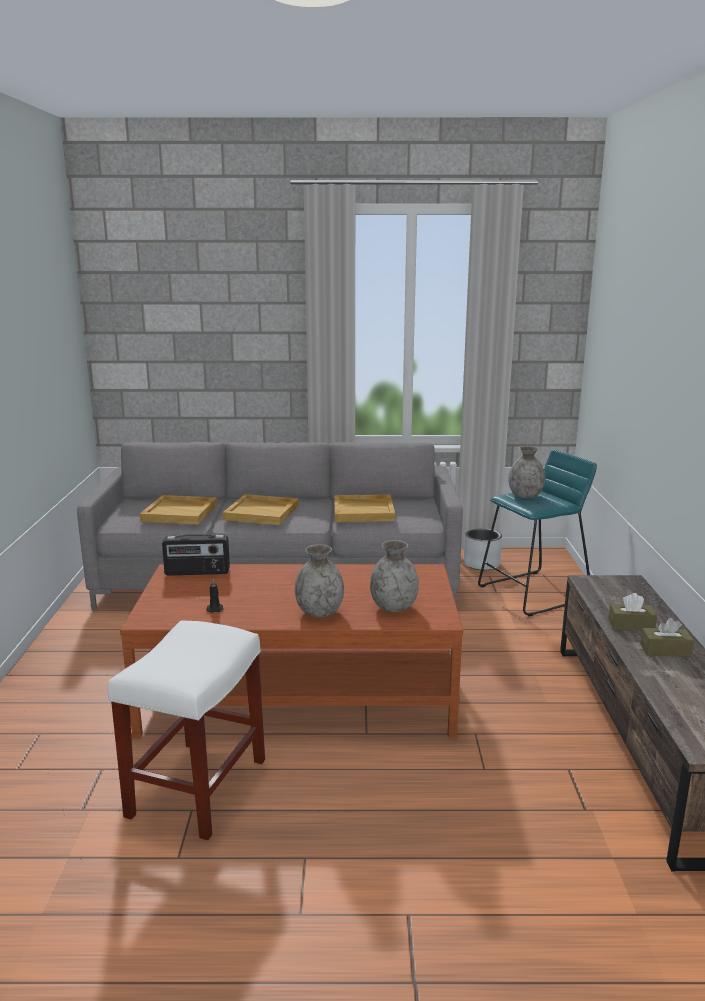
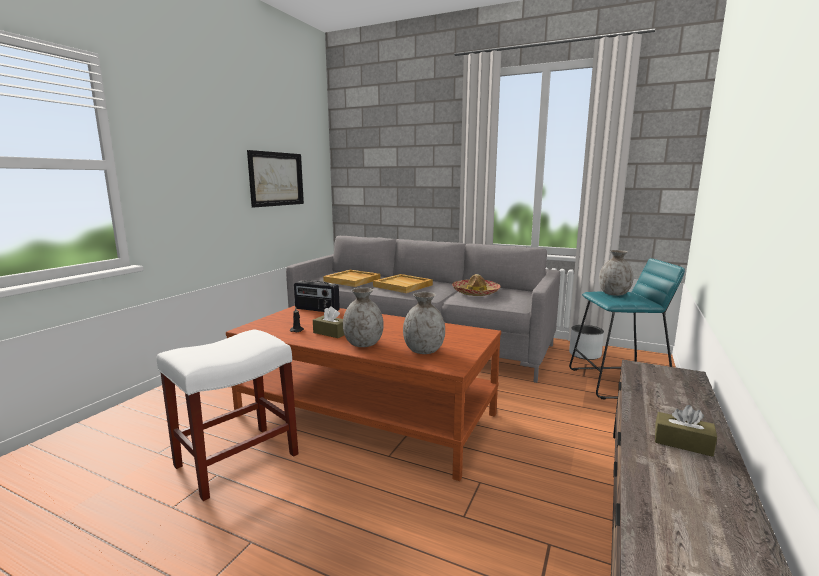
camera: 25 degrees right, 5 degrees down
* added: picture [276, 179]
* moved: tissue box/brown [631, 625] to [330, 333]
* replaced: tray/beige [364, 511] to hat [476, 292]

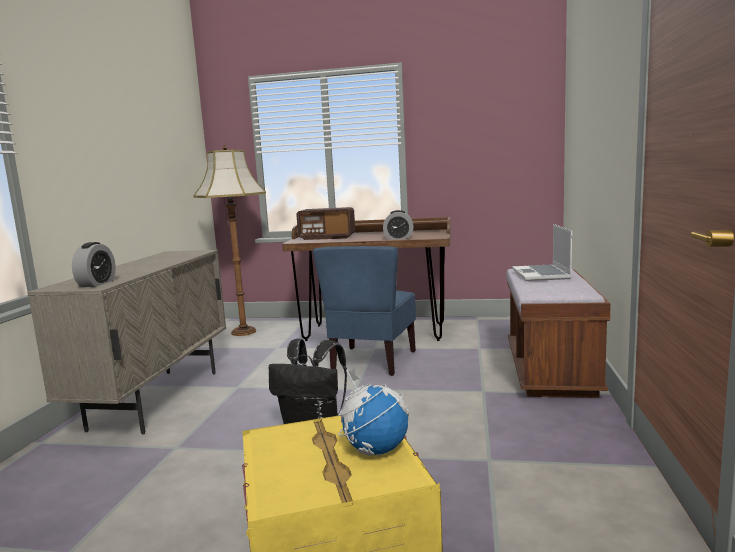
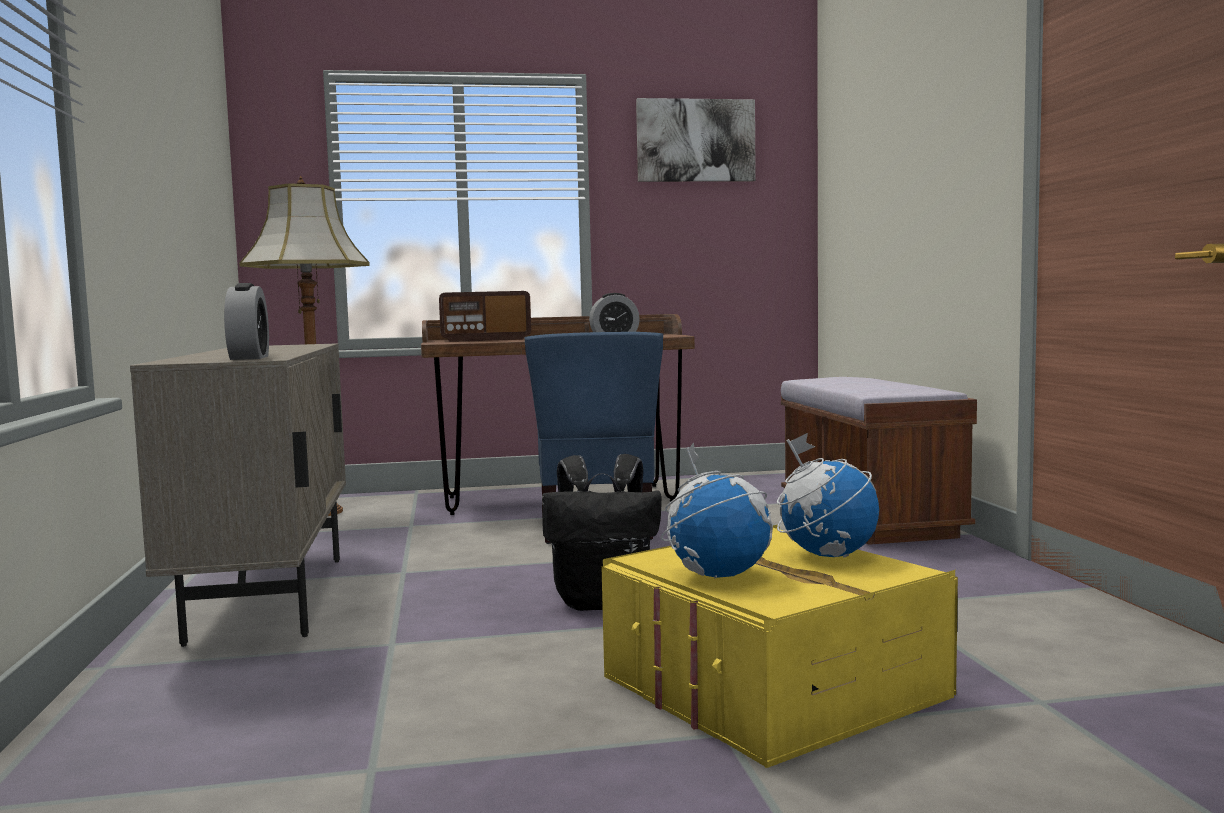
camera: 20 degrees left, 5 degrees down
* removed: laptop [542, 274]
* added: picture [695, 141]
* added: globe [718, 575]

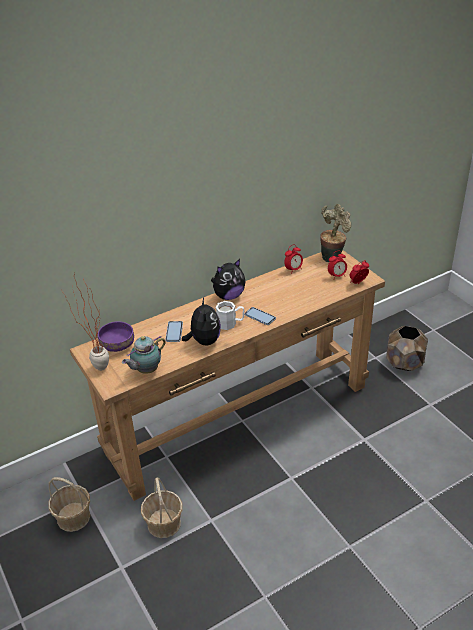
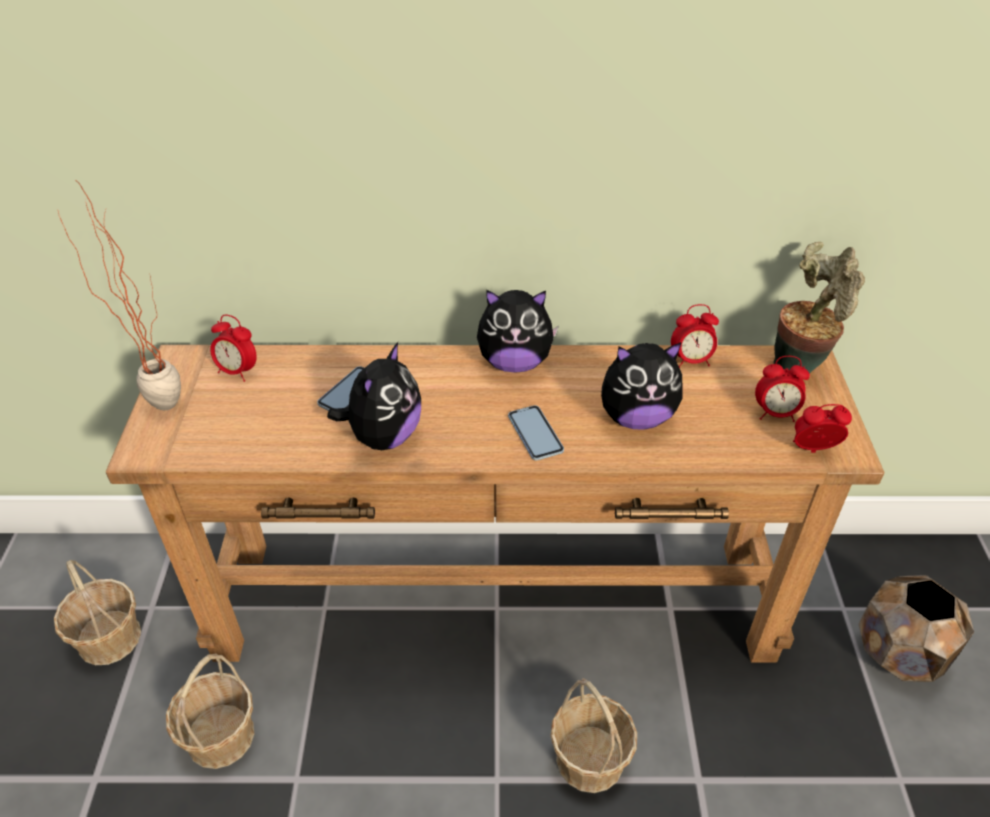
camera: 30 degrees right, 5 degrees up
* removed: teapot [146, 370]
* removed: mug/white [230, 323]
* added: basket [590, 758]
* added: plush toy [636, 417]
* replaced: bowl/purple [118, 344] to alarm clock [238, 371]

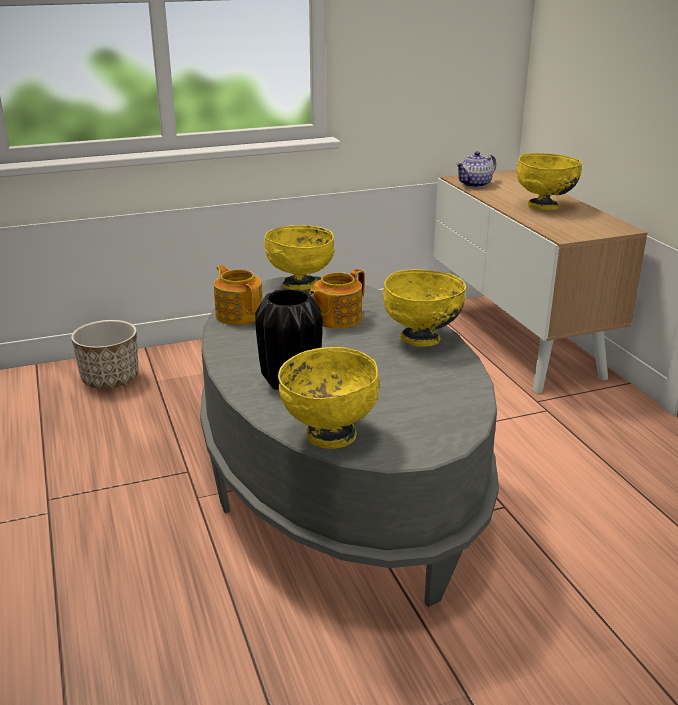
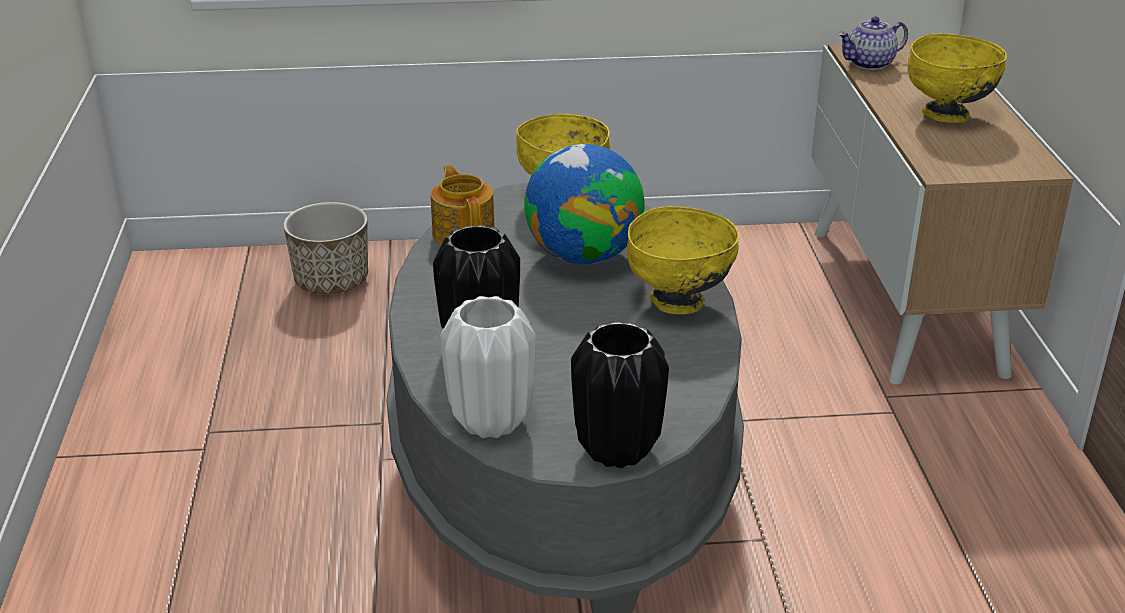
camera: 15 degrees right, 5 degrees up
* added: vase/black [616, 450]
* replaced: bowl/yellow [329, 435] to vase/white [491, 421]
* replaced: teapot [336, 319] to globe [584, 256]

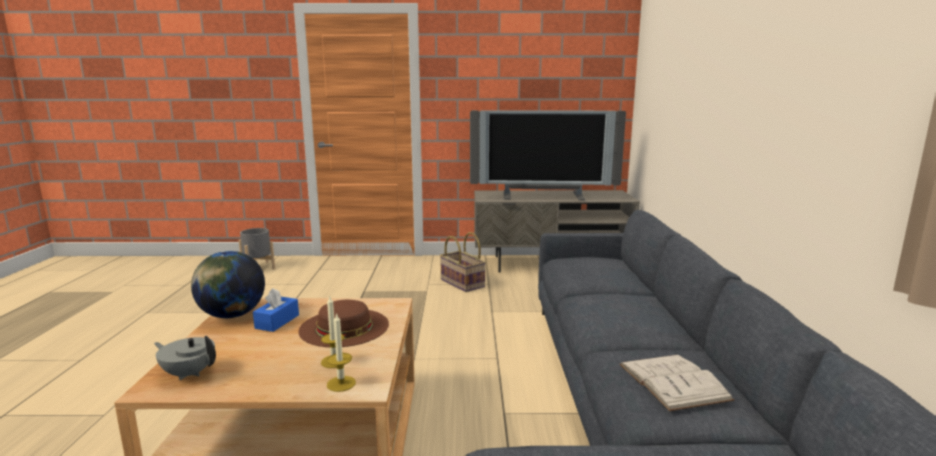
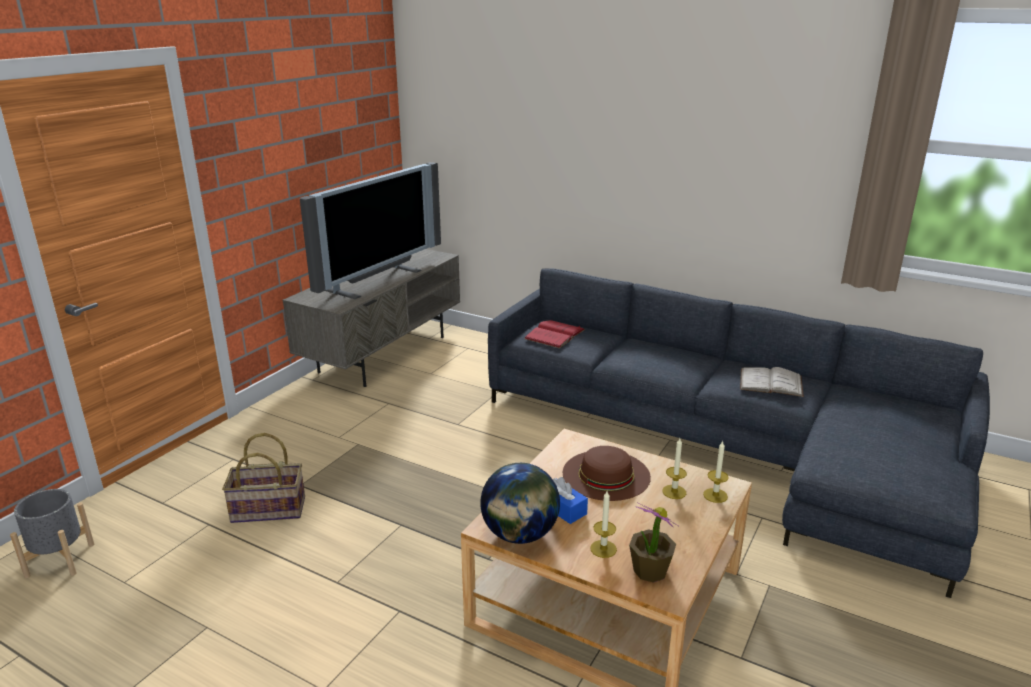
camera: 60 degrees left, 10 degrees up
* added: book/red [554, 334]
* added: candle [603, 549]
* moved: basket [461, 283] to [268, 510]
* replaced: teapot/grey [189, 373] to potted plant [649, 570]

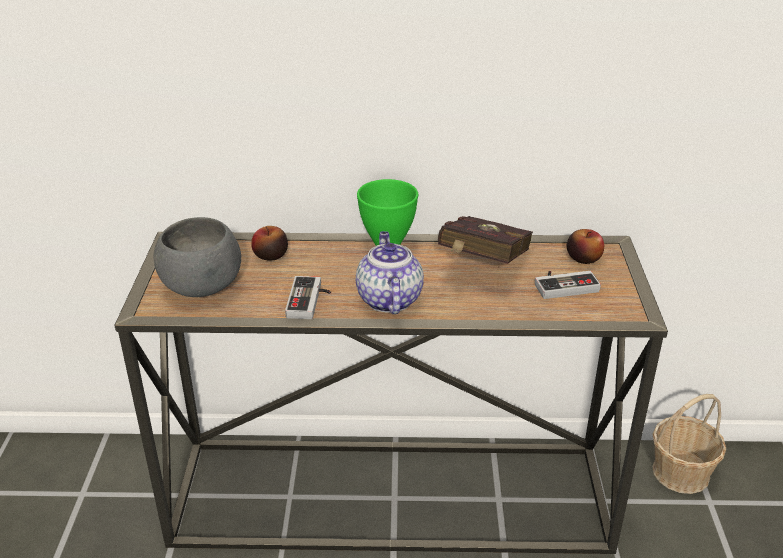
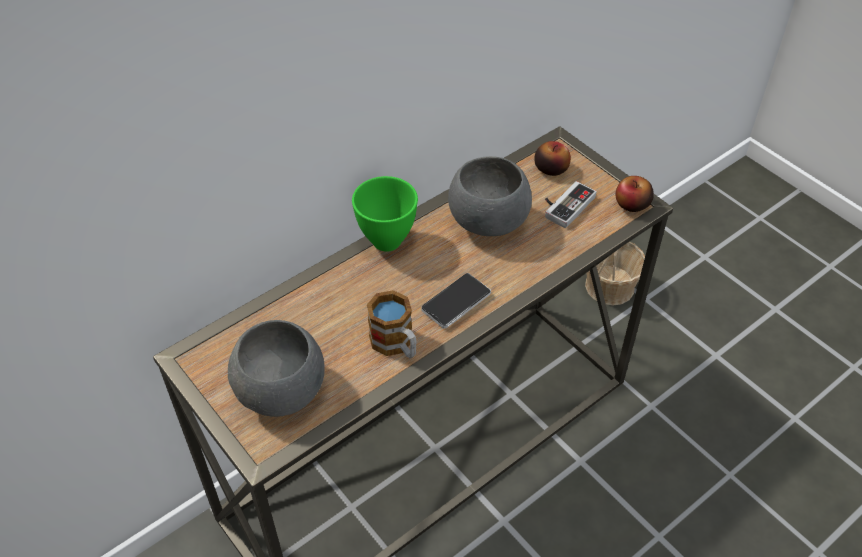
camera: 40 degrees left, 15 degrees up
* moved: apple [270, 255] to [632, 204]
* replaced: game controller [310, 301] to mug [396, 345]
* replaced: teapot [388, 299] to phone [456, 302]
* replaced: book/red [481, 265] to bowl/grey [488, 221]

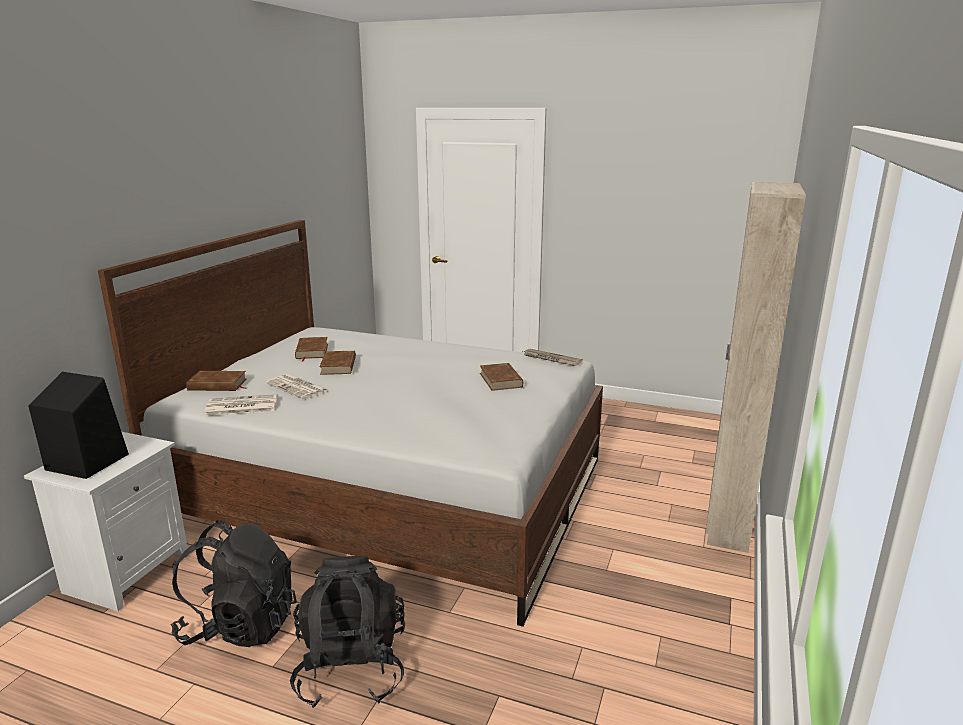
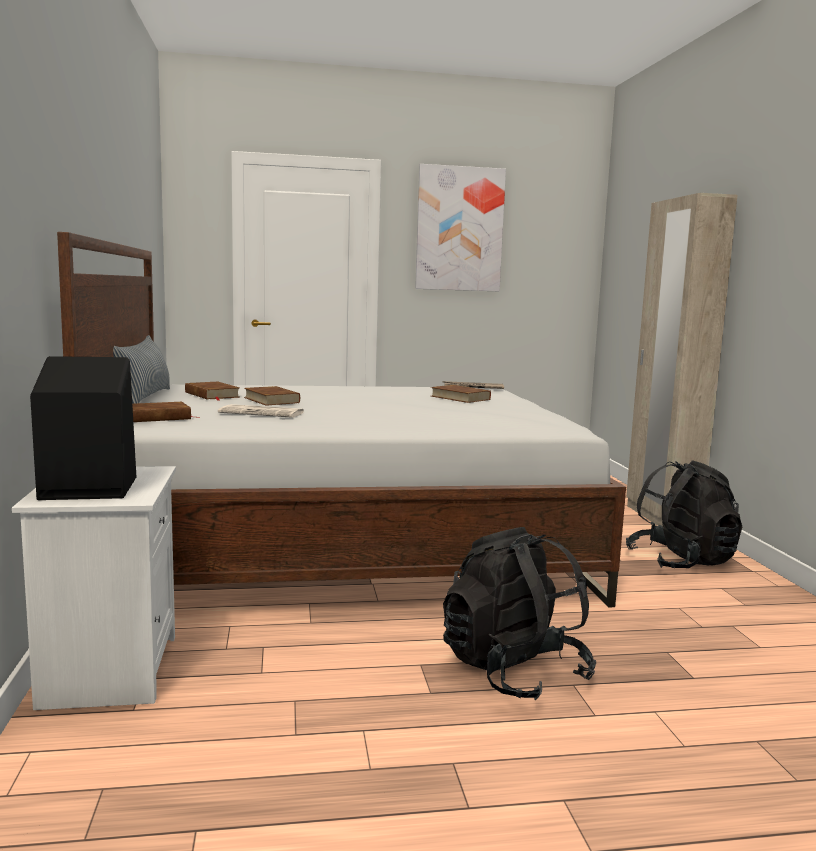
camera: 30 degrees left, 10 degrees down
* removed: newspaper [240, 406]
* added: pillow [143, 398]
* added: picture [459, 229]
* moved: backpack/black [240, 625] to [681, 561]

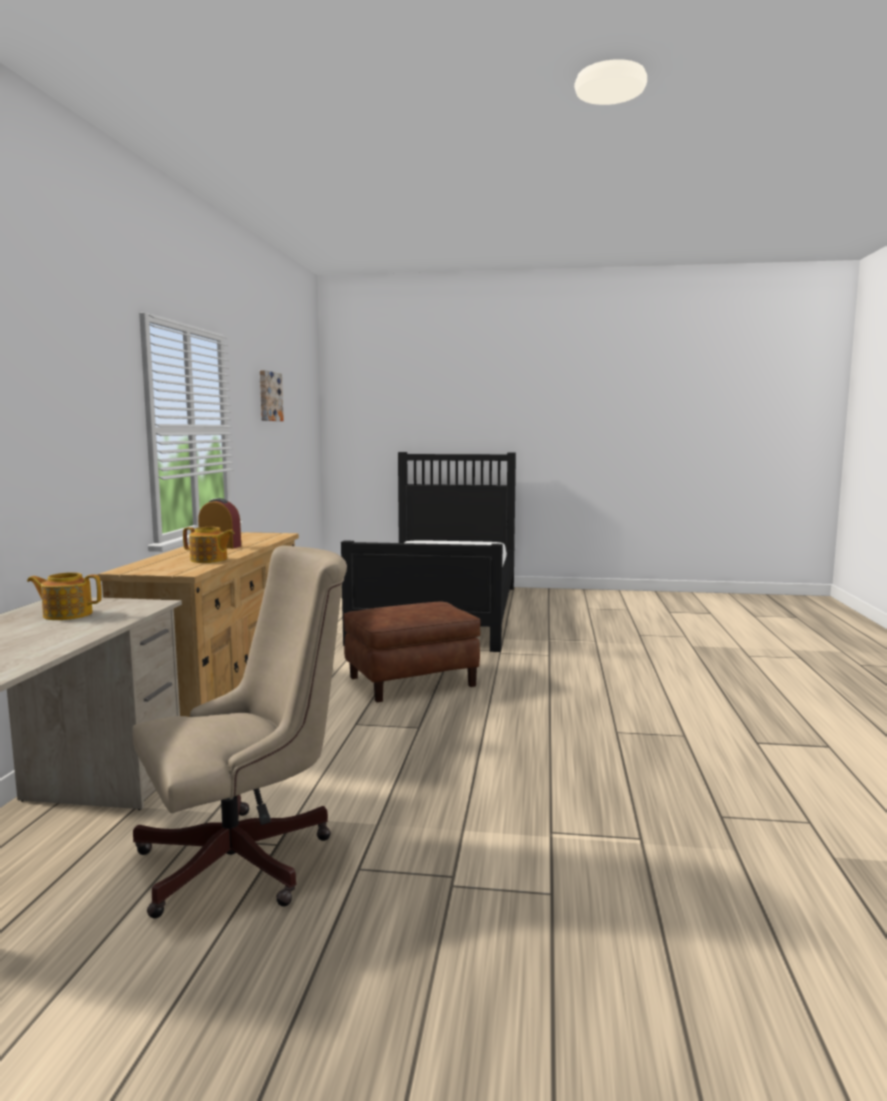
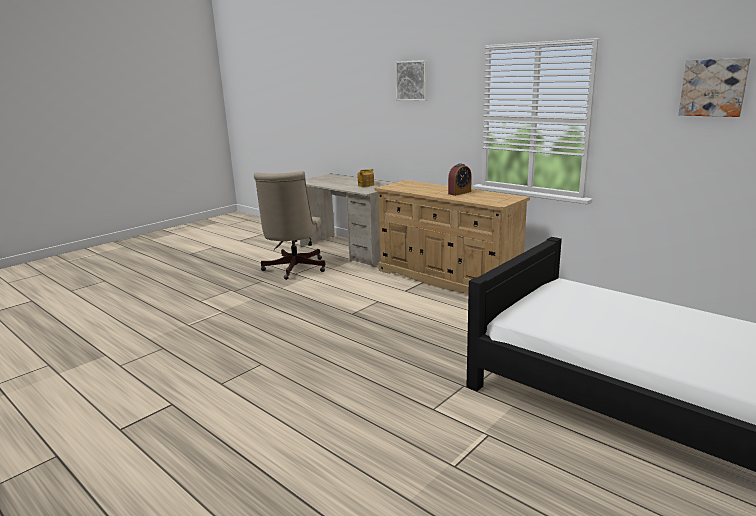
camera: 125 degrees right, 10 degrees up
* removed: teapot [209, 560]
* removed: ottoman/brown [412, 681]
* added: picture [413, 80]

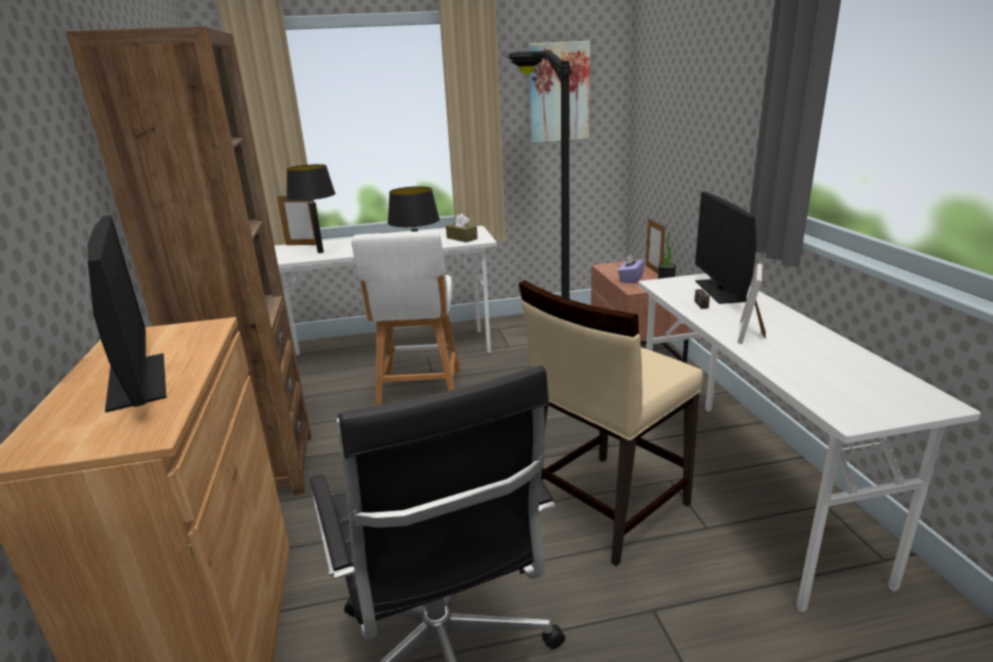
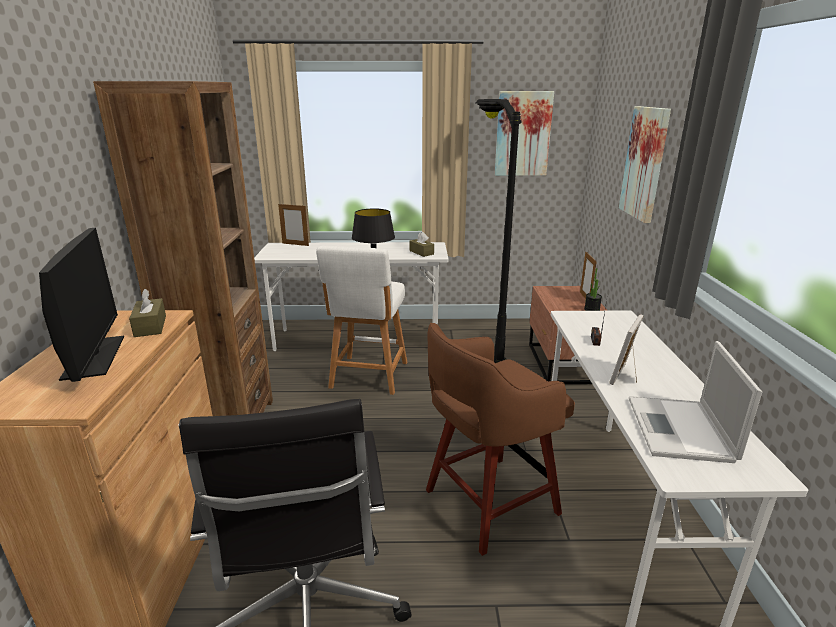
camera: 10 degrees right, 0 degrees up
* removed: table lamp/black [320, 252]
* removed: tissue box/purple [630, 279]
* removed: monitor [721, 291]
* added: tissue box/brown [150, 326]
* added: picture [645, 163]
* added: laptop [680, 430]
* replaced: chair/beige [606, 505] to stool/brown [487, 503]

